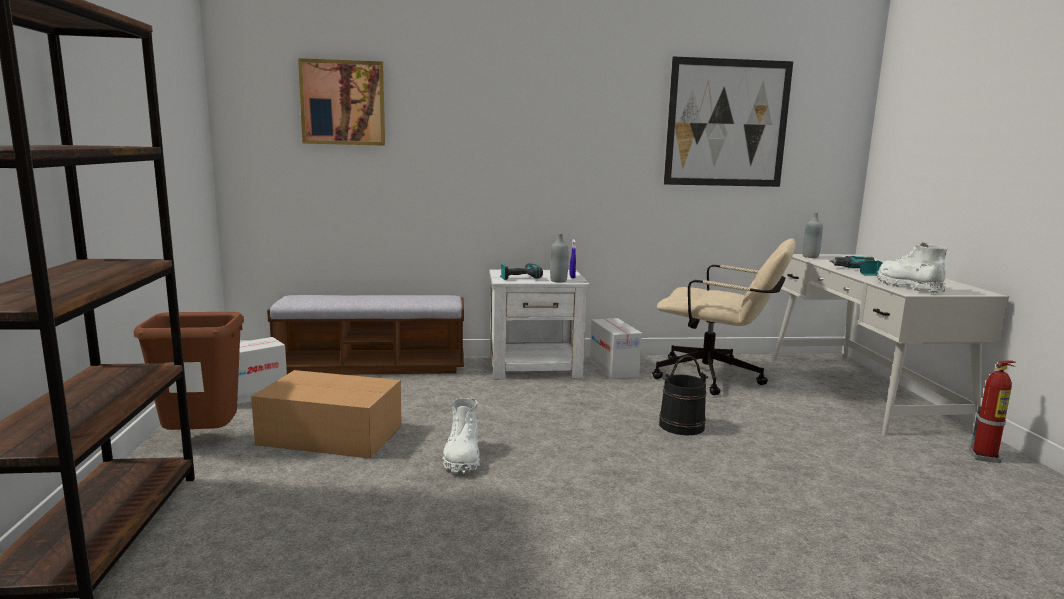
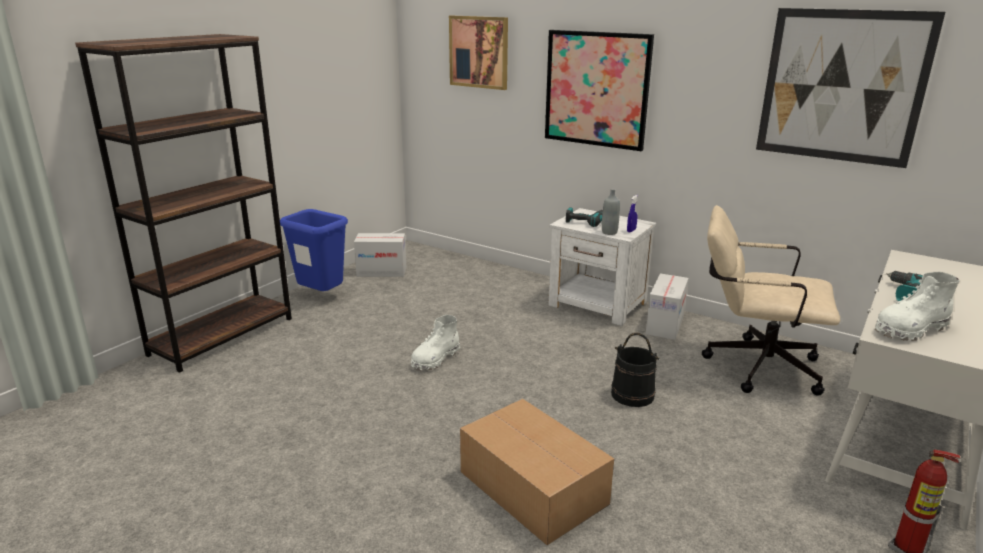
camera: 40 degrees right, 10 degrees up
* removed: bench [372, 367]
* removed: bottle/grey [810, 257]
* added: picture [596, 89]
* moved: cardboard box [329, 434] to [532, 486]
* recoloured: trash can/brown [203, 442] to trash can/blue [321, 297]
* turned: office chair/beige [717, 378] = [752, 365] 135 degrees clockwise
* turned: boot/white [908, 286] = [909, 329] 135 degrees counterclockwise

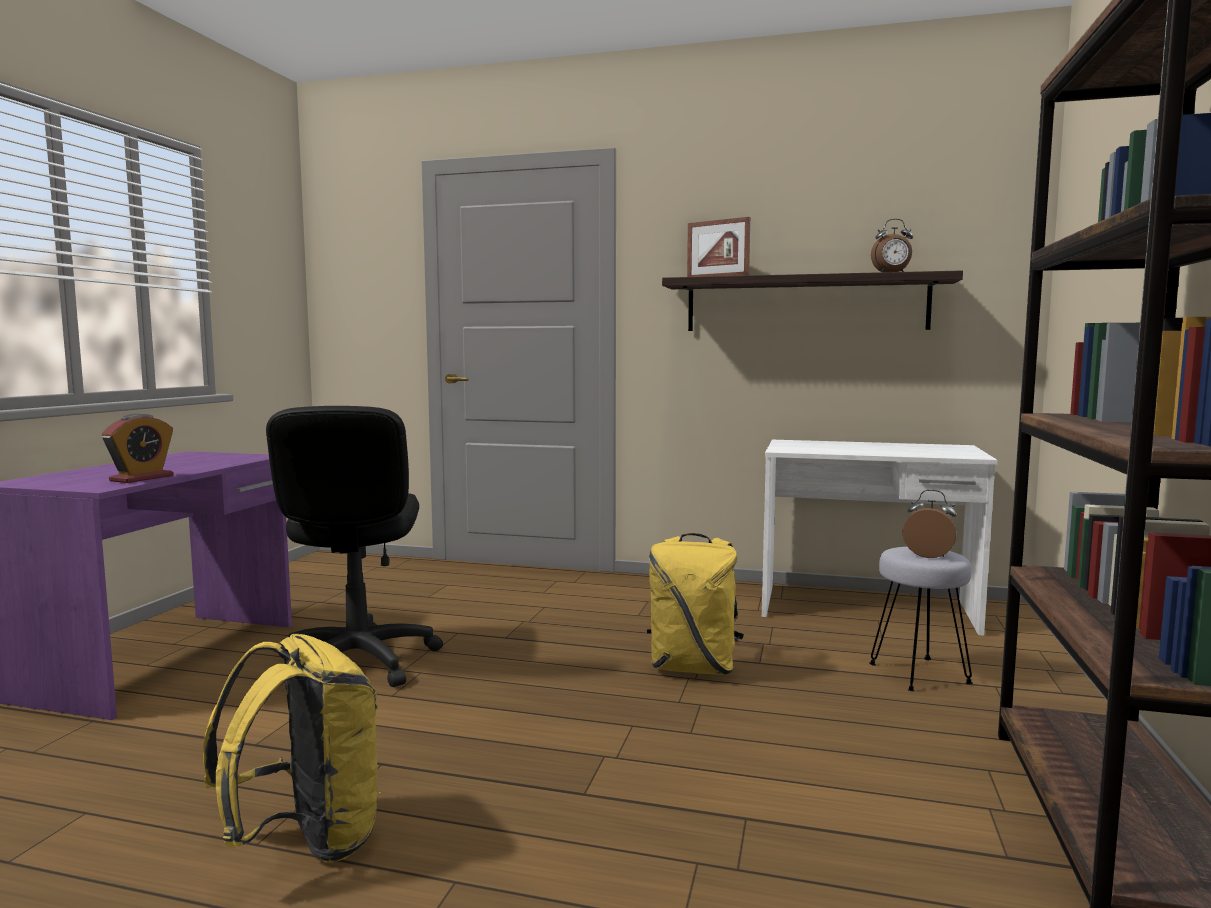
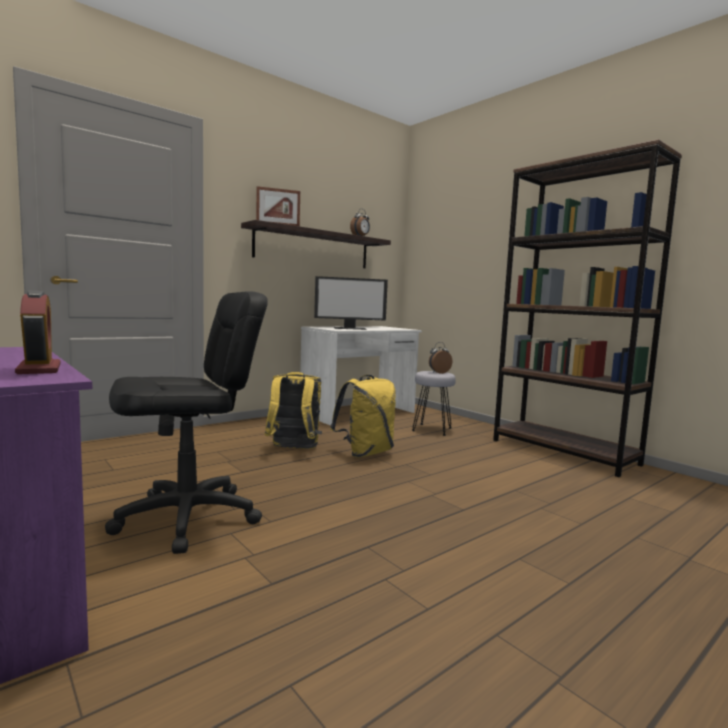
camera: 55 degrees left, 0 degrees up
* added: monitor [350, 328]
* moved: backpack/yellow [306, 841] to [293, 449]
* turned: office chair/black [357, 662] = [188, 518] 60 degrees counterclockwise

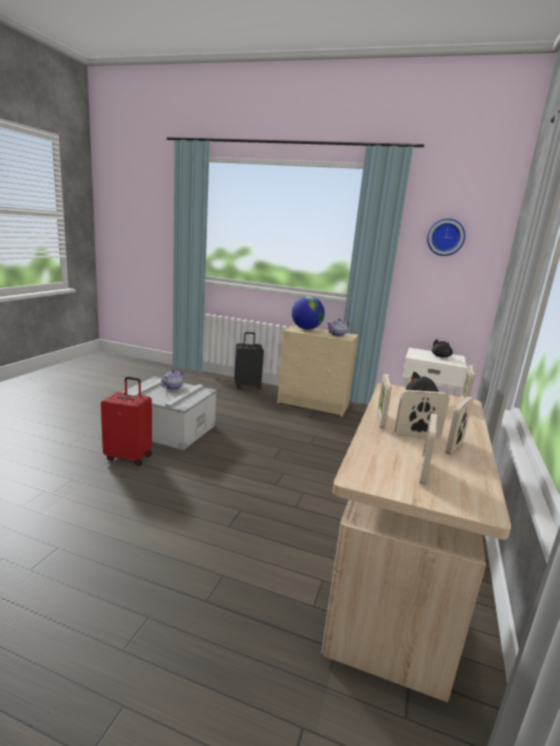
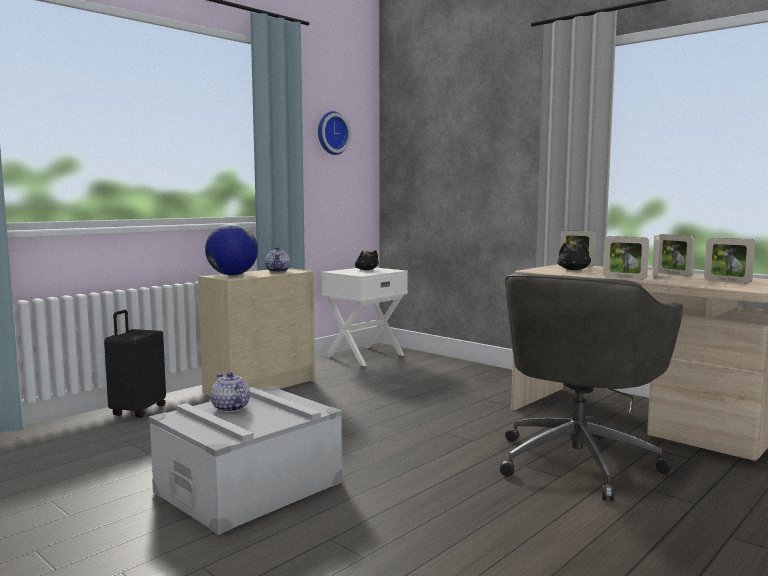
camera: 65 degrees left, 10 degrees down
* removed: suitcase/red [129, 457]
* added: office chair/grey [578, 460]

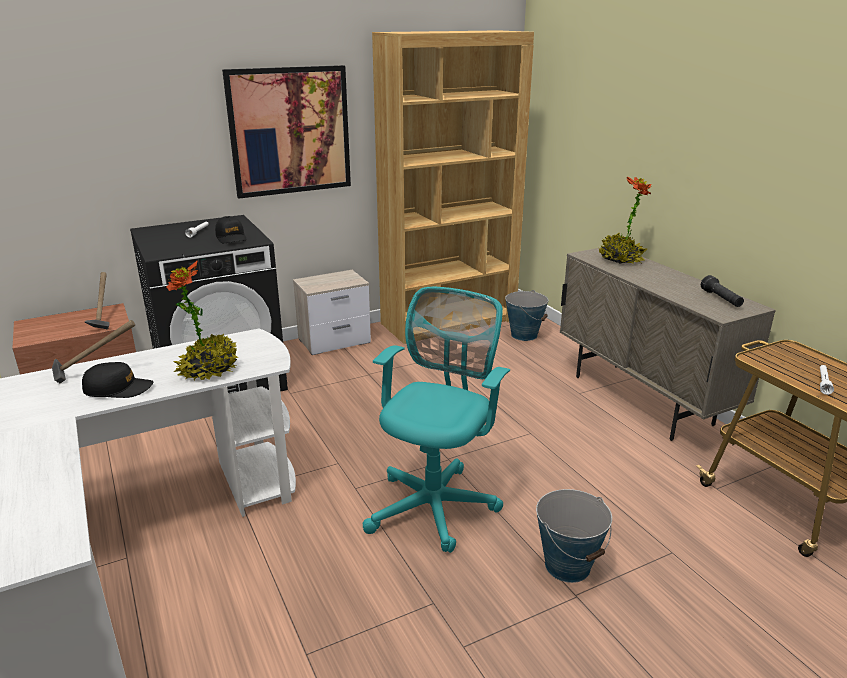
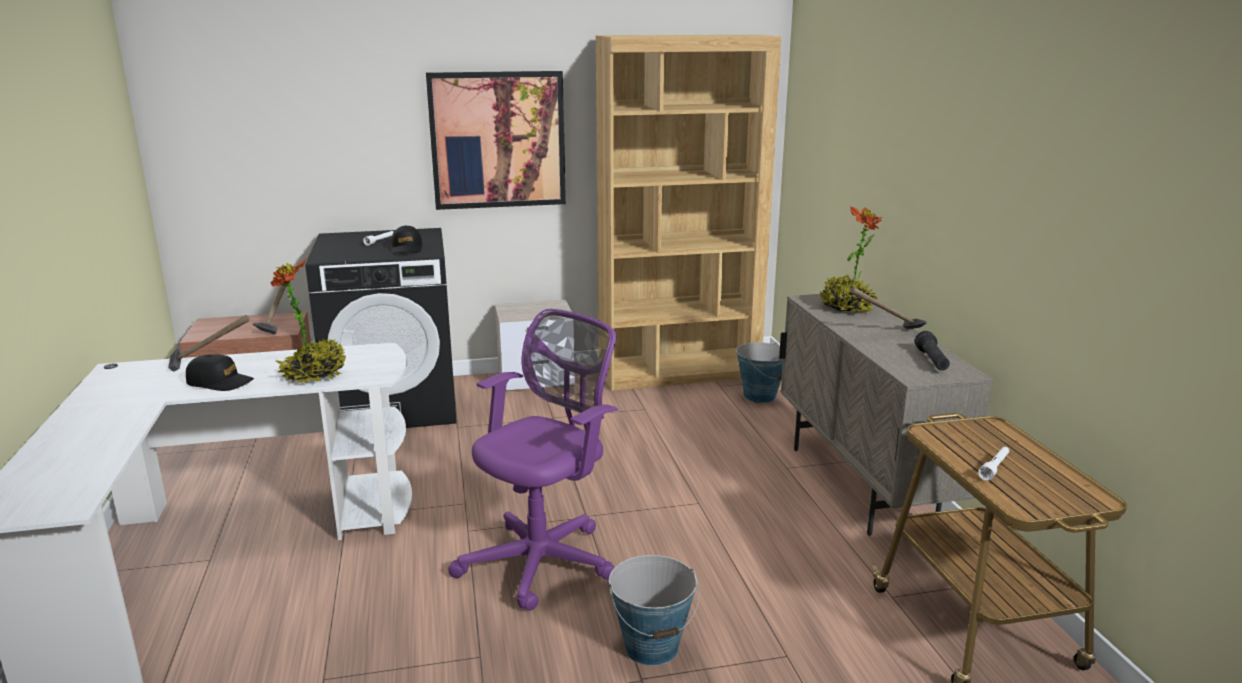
camera: 15 degrees right, 5 degrees down
* added: hammer [886, 334]
* recoloured: office chair/turquoise [435, 504] to office chair/purple [543, 560]

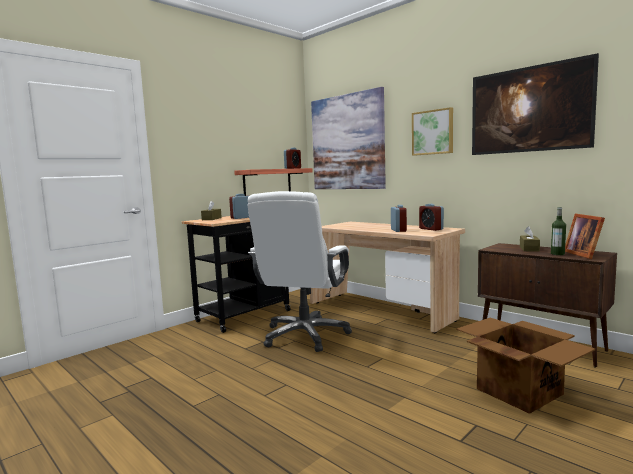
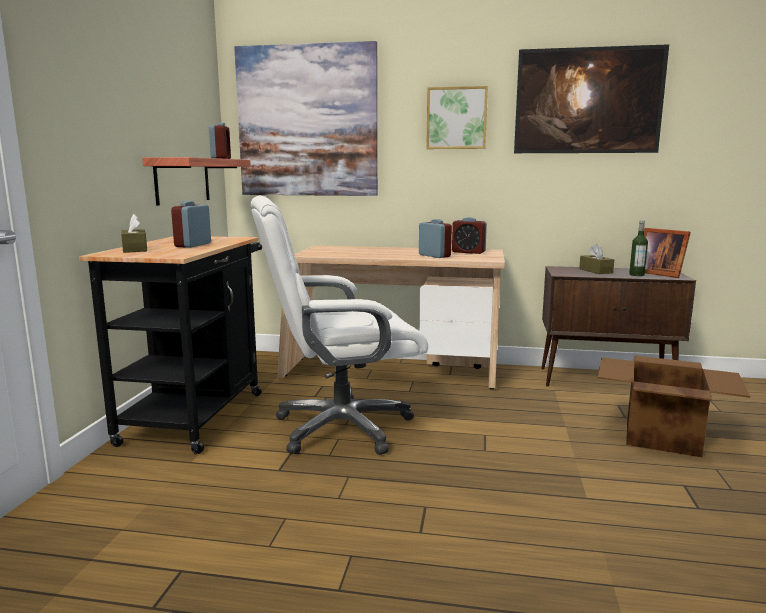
camera: 35 degrees left, 5 degrees up
* turned: office chair/white [305, 335] = [341, 427] 90 degrees clockwise

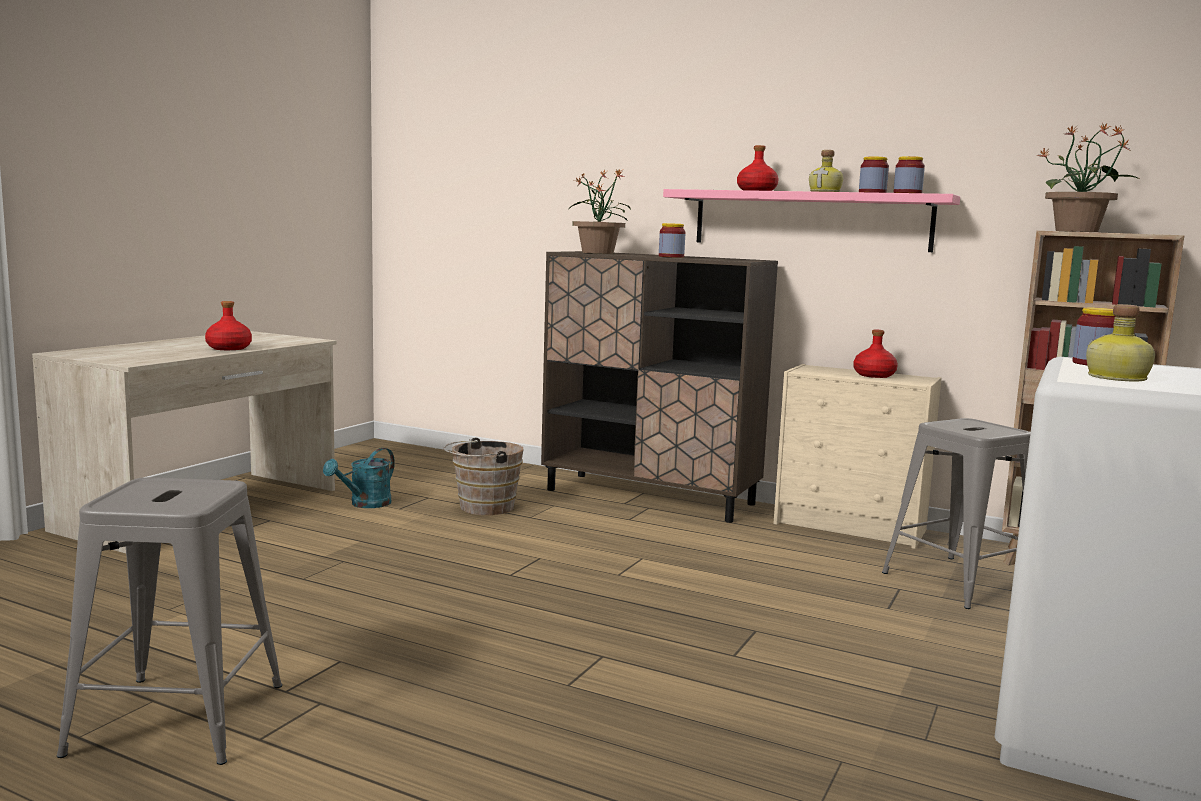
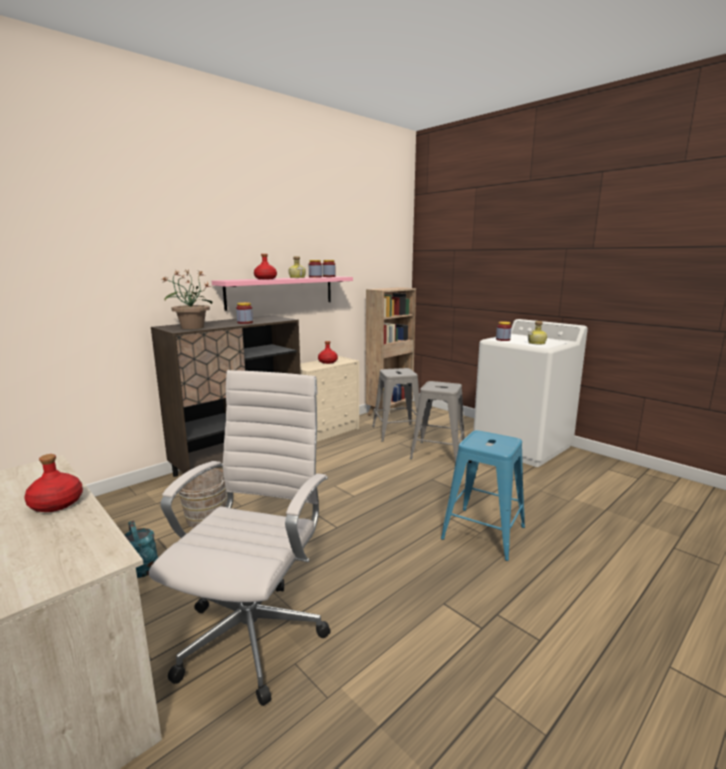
camera: 70 degrees left, 5 degrees up
* removed: potted plant [1078, 231]
* added: office chair/white [255, 632]
* added: stool/blue [483, 533]
* moved: stool/grey [177, 718] to [437, 453]

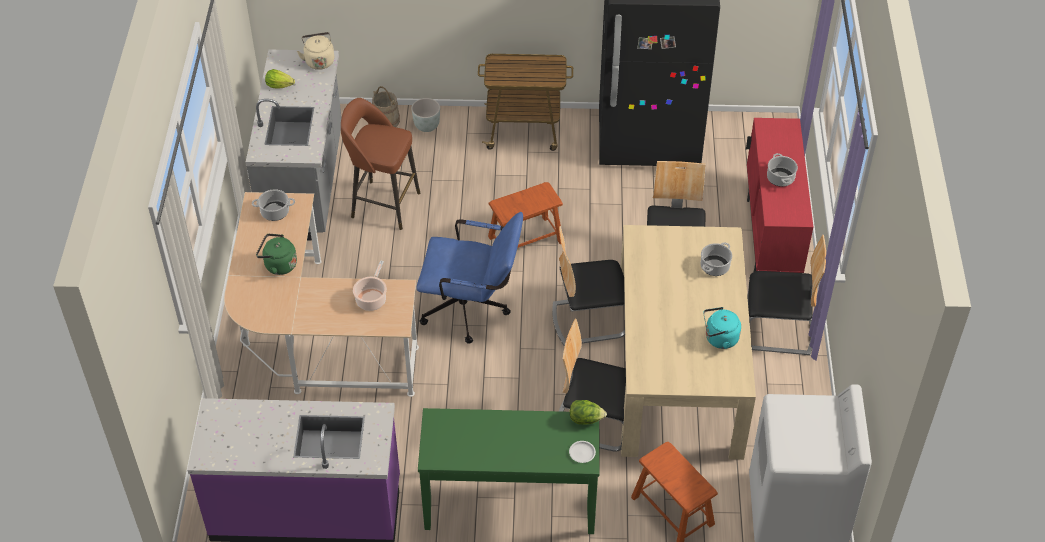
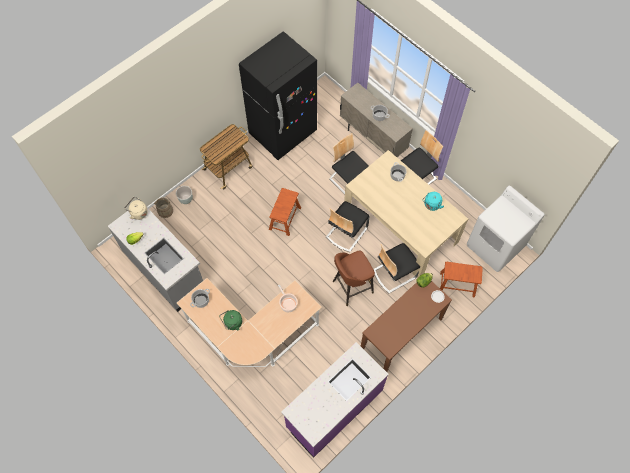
camera: 45 degrees left, 15 degrees up
* removed: office chair/blue [472, 310]
* moved: stool/brown [383, 204] to [351, 287]
* recoloured: console table/green [510, 502] to console table/brown [401, 334]
* recoloured: cabinet/red [770, 237] to cabinet/beige [372, 140]

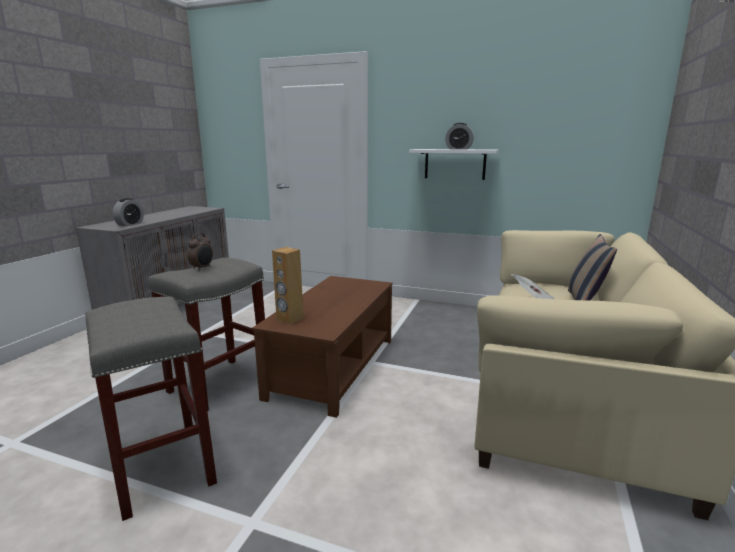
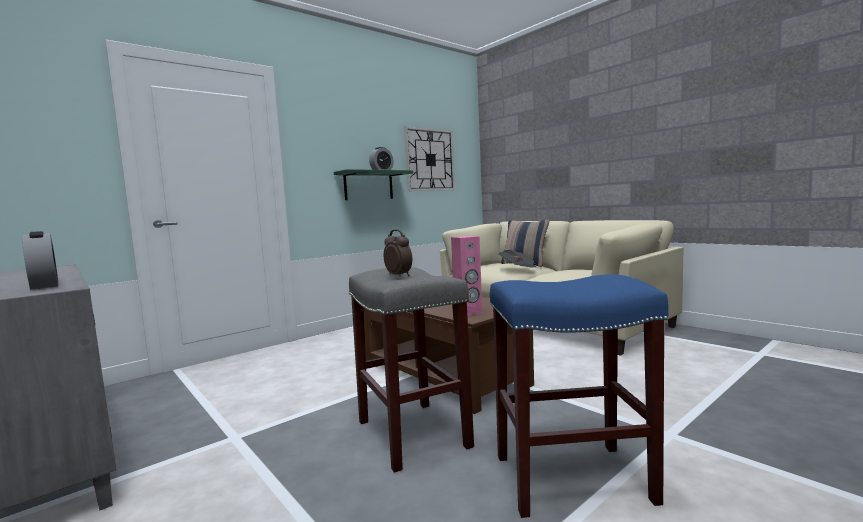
camera: 60 degrees left, 10 degrees down
* added: wall clock [430, 160]
* recoloured: stool/grey [161, 466] to stool/blue [570, 479]
* recoloured: speaker/brown [289, 319] to speaker/pink [468, 313]
* recoloured: shelf/white [455, 164] to shelf/green [368, 185]

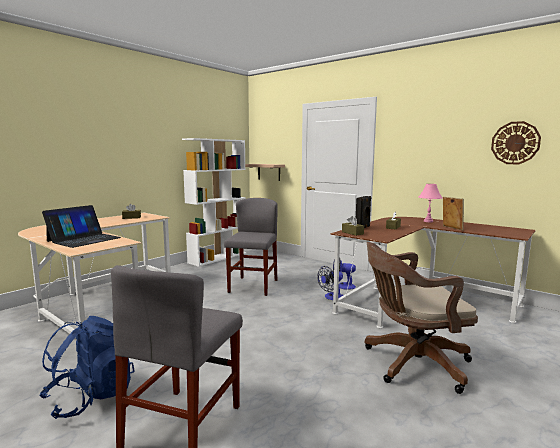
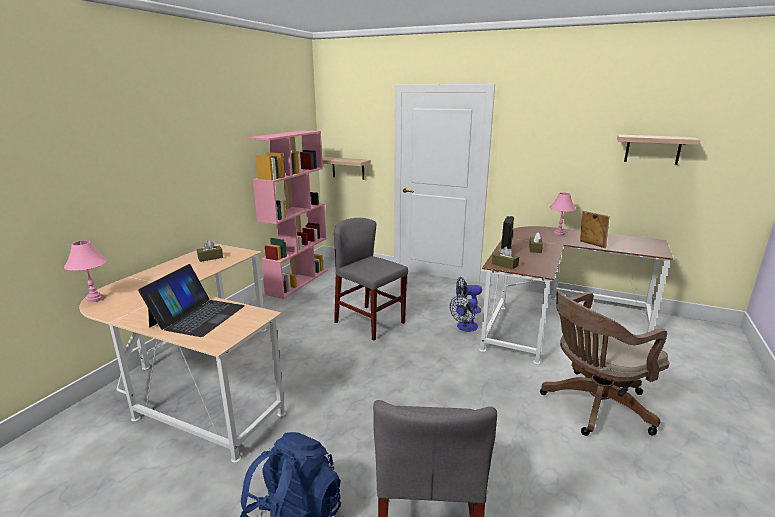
camera: 15 degrees left, 10 degrees up
* added: table lamp/pink [94, 299]
* replaced: wall clock [515, 143] to shelf [652, 149]
* recoloured: bookcase/white [218, 257] to bookcase/pink [298, 281]
* turned: chair/grey [253, 286] = [370, 322] 45 degrees counterclockwise

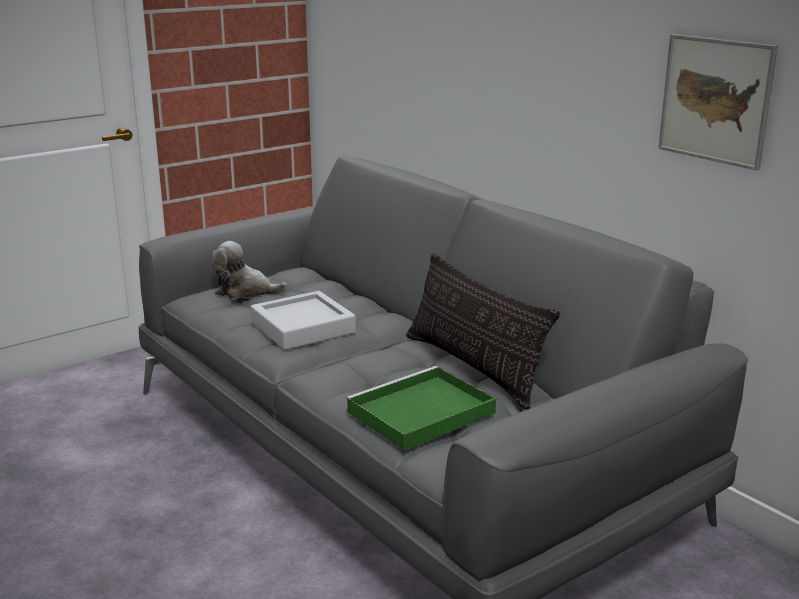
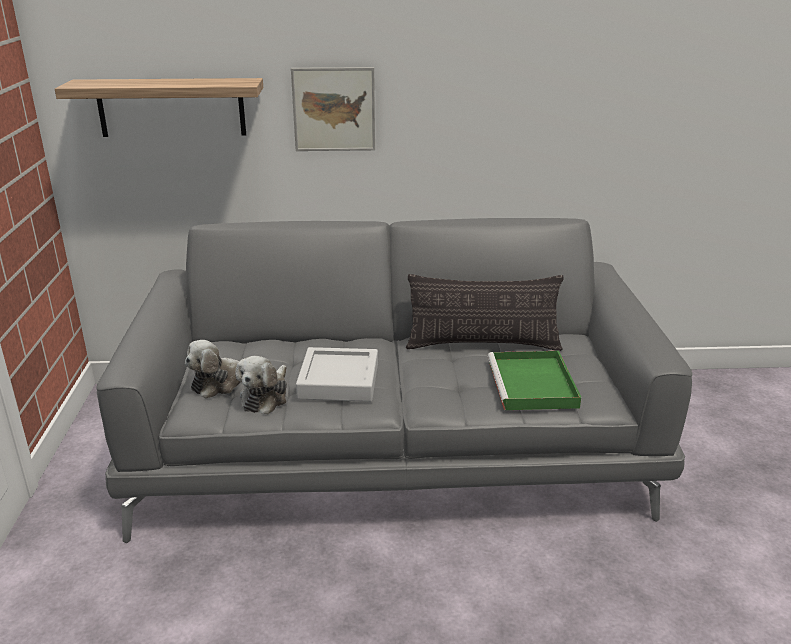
camera: 55 degrees left, 5 degrees up
* added: shelf [171, 107]
* added: plush toy [265, 397]
* moved: picture [715, 100] to [334, 109]

